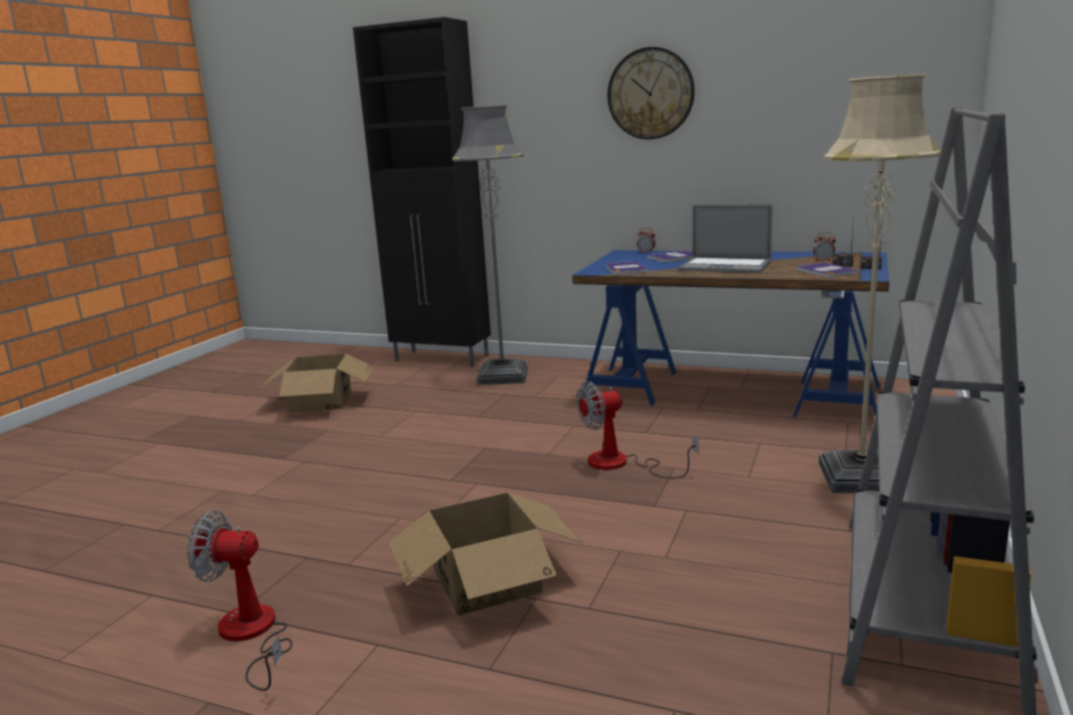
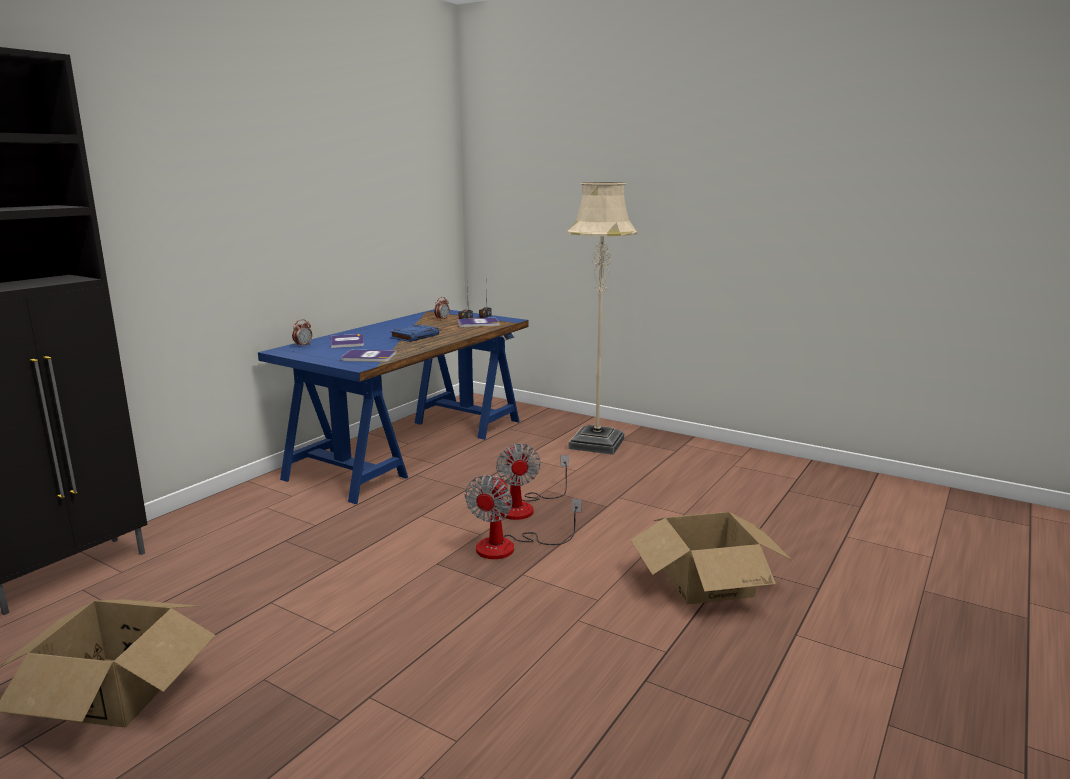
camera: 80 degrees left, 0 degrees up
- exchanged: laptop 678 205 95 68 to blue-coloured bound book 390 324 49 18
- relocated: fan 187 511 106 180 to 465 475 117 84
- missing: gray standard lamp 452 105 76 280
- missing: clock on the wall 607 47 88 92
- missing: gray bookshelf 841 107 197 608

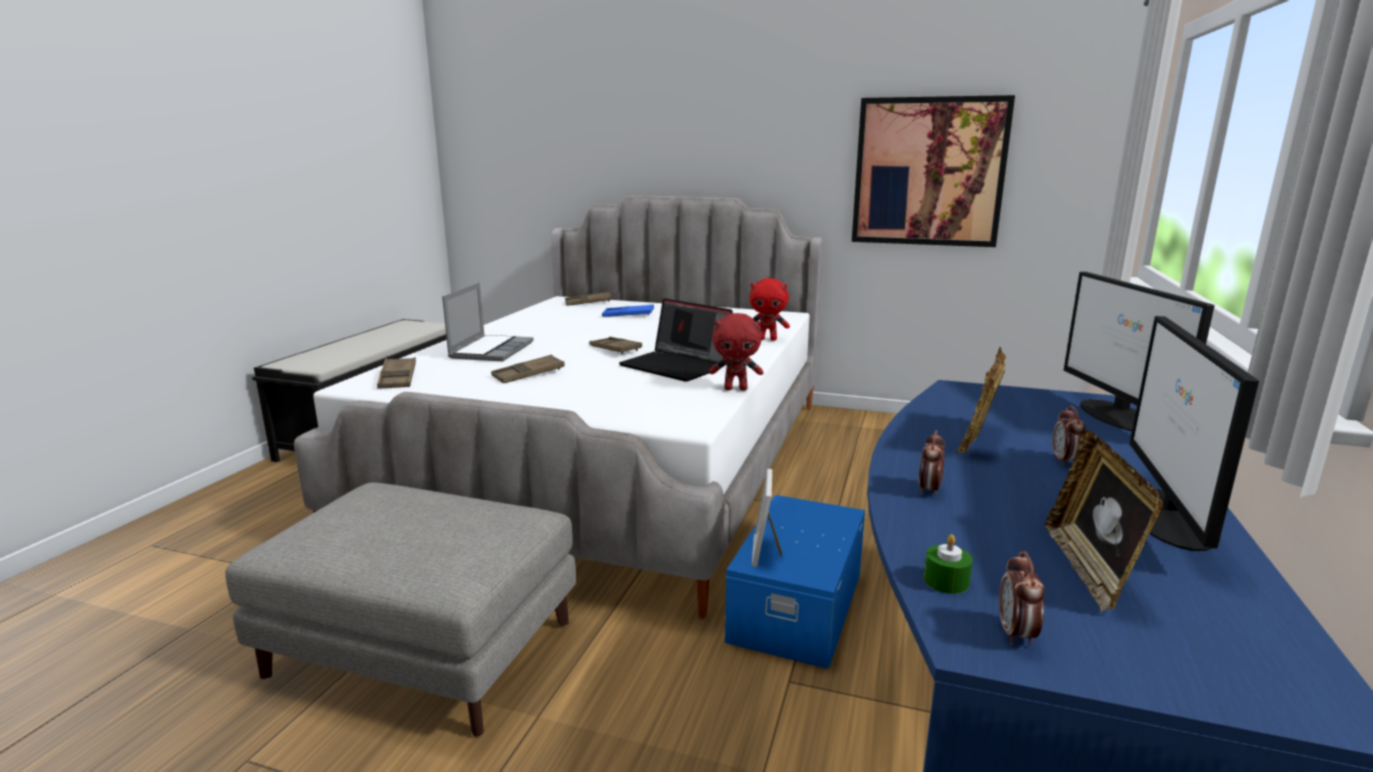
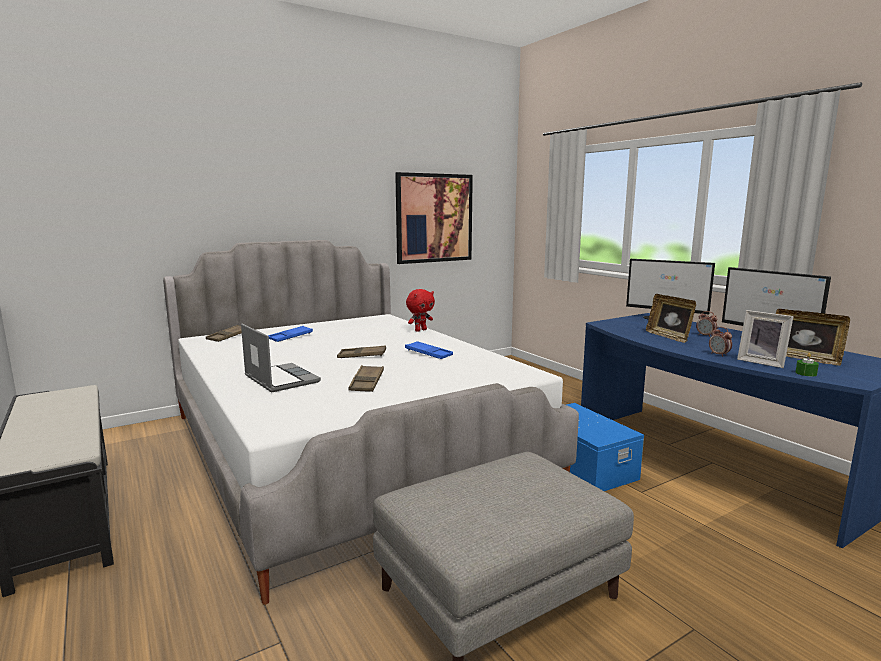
camera: 50 degrees left, 5 degrees down
- exchanged: laptop 619 298 114 84 to blue-coloured serving tray 405 341 48 18
- relocated: standing frame 752 469 30 98 to 737 310 57 58
- missing: brown-coloured serving tray 377 357 39 32
- missing: red soft toy 709 313 54 77
- missing: bedside clock 999 551 46 95

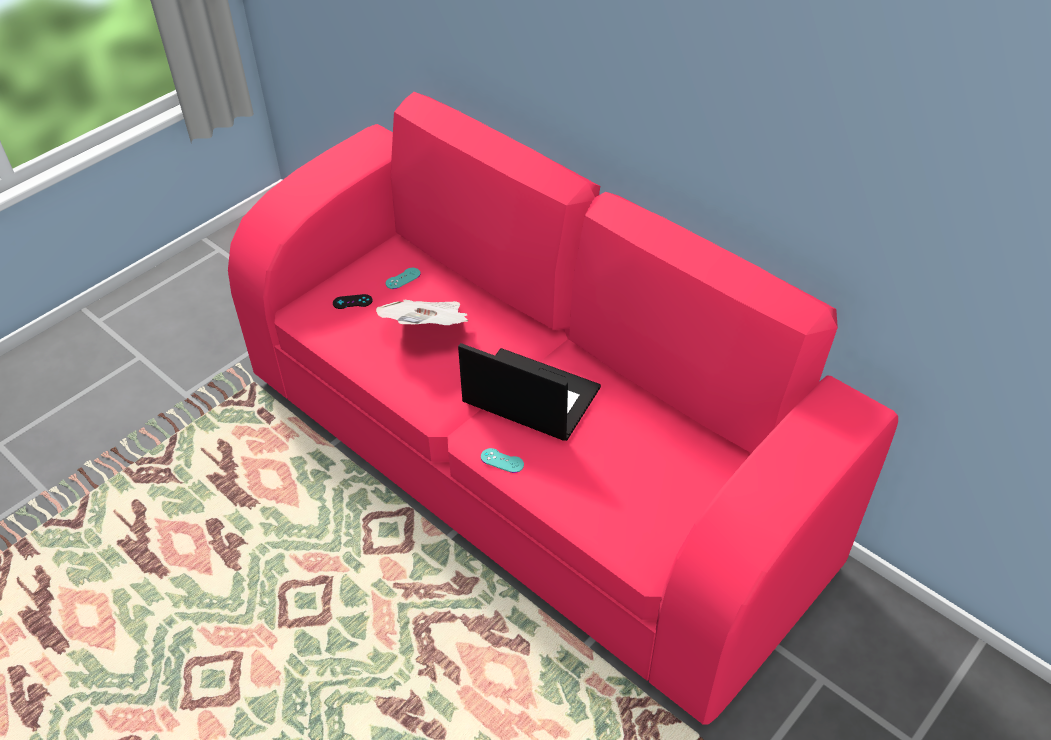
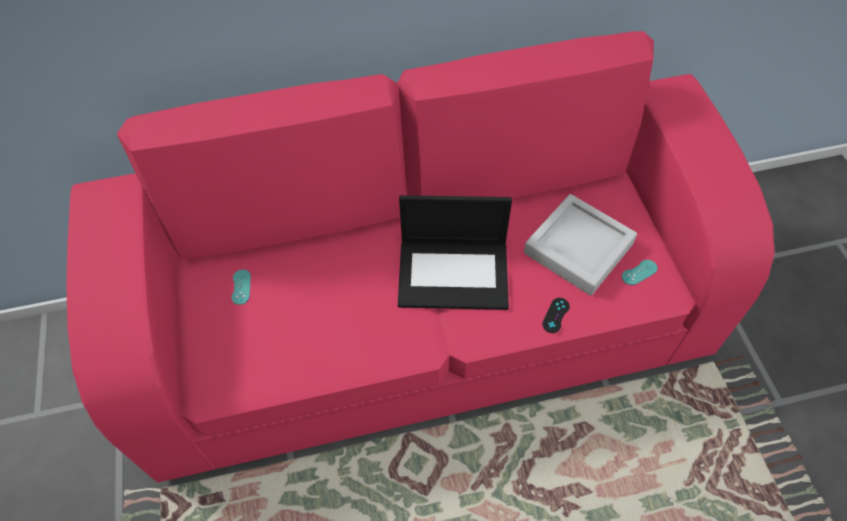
camera: 55 degrees left, 10 degrees up
- spun: laptop 458 343 143 98 = 398 195 114 115 150 degrees counterclockwise
- appeared: gray serving tray 524 194 113 102
- relocated: black game controller 333 294 40 15 to 542 298 28 35
- relocated: turquoise-coloured game controller 481 448 43 25 to 622 260 36 25
- missing: daily paper 376 300 93 25

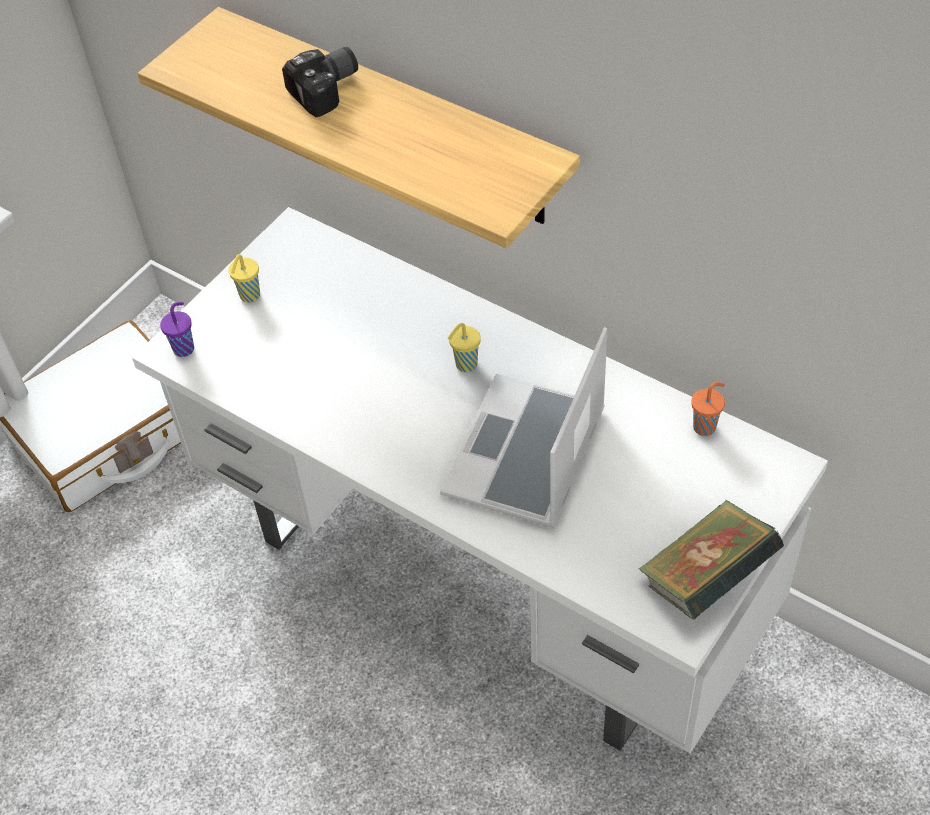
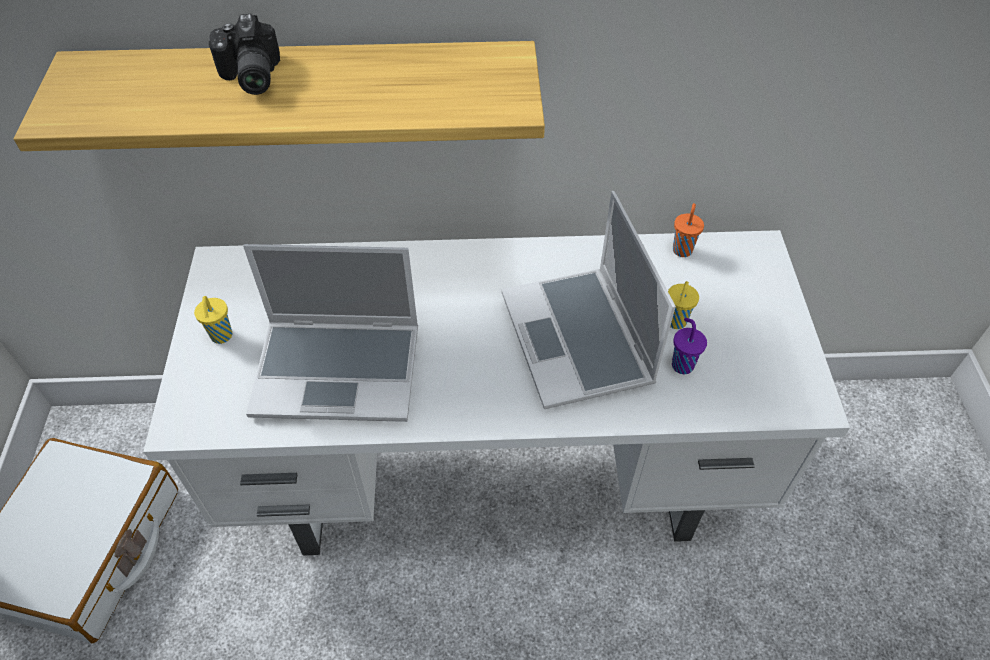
camera: 40 degrees left, 0 degrees up
- spun: photo camera 282 47 76 70 = 209 14 71 81 150 degrees clockwise
- appeared: laptop 243 244 175 178
- relocated: yellowish cup 448 323 33 49 to 668 281 31 48
- relocated: purplish cup 160 302 34 55 to 672 318 35 56
- missing: bound book 639 500 145 120

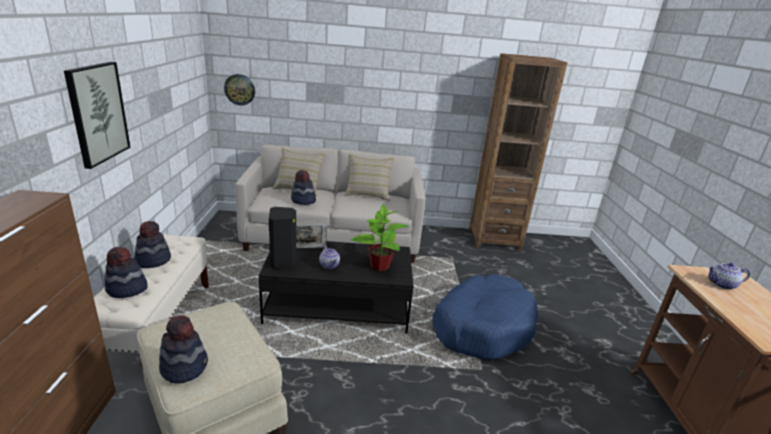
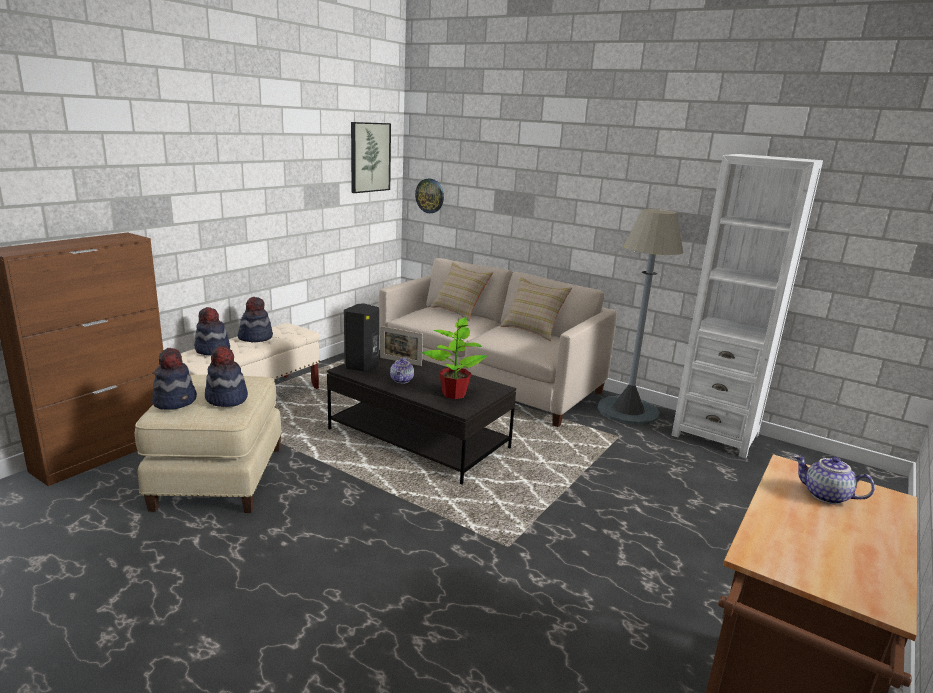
camera: 35 degrees right, 5 degrees down
- relocated: clothing hat 291 170 25 35 to 205 346 43 61
- relocated: wall art 64 62 67 107 to 351 122 40 71
- appeared: gray standard lamp 597 209 87 216
- colour: brown-coloured bookshelf 469 53 98 198 to white-coloured bookshelf 672 154 151 304
- missing: blue-coloured pet bed 432 274 106 85

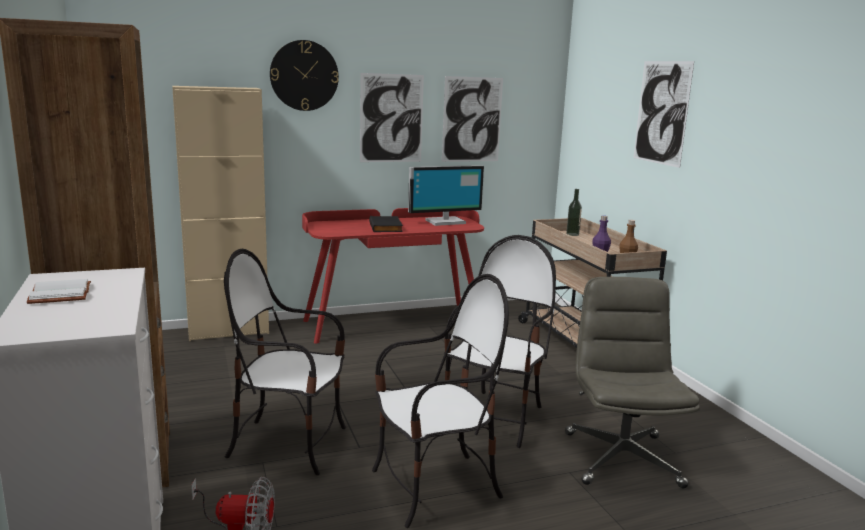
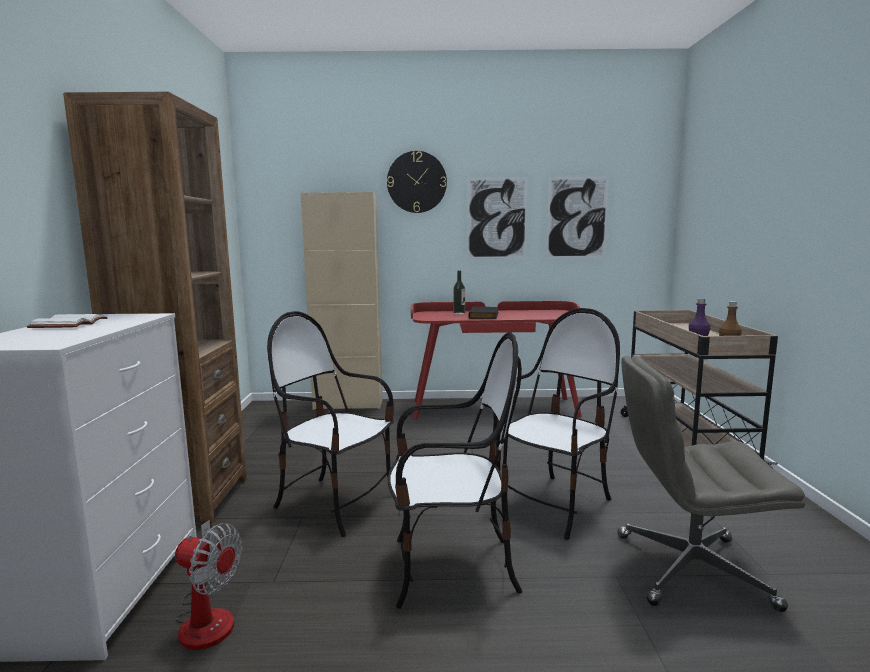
camera: 20 degrees right, 5 degrees down
- relocated: drink bottle 566 189 16 47 to 453 270 12 45
- spun: gray computer chair 565 277 135 211 = 617 356 188 256 105 degrees counterclockwise
- missing: computer screen 408 165 76 61
- missing: wall art 633 61 61 107

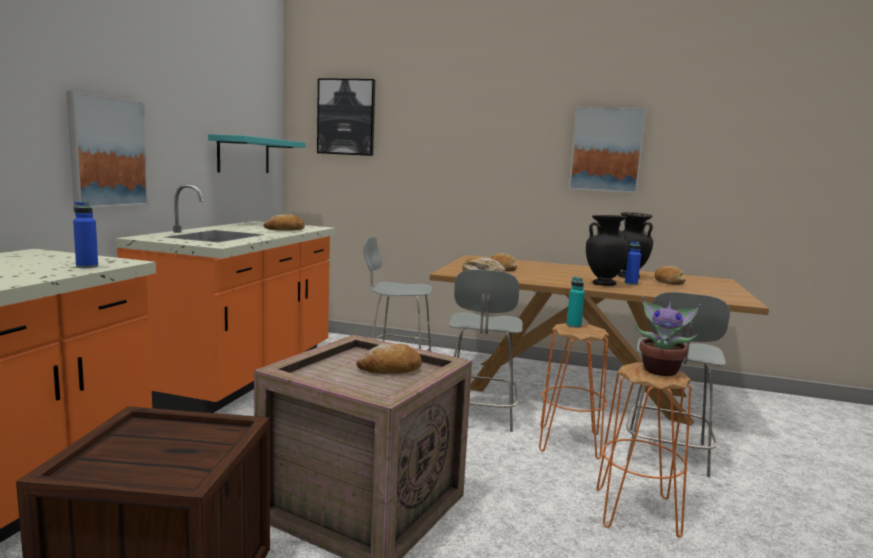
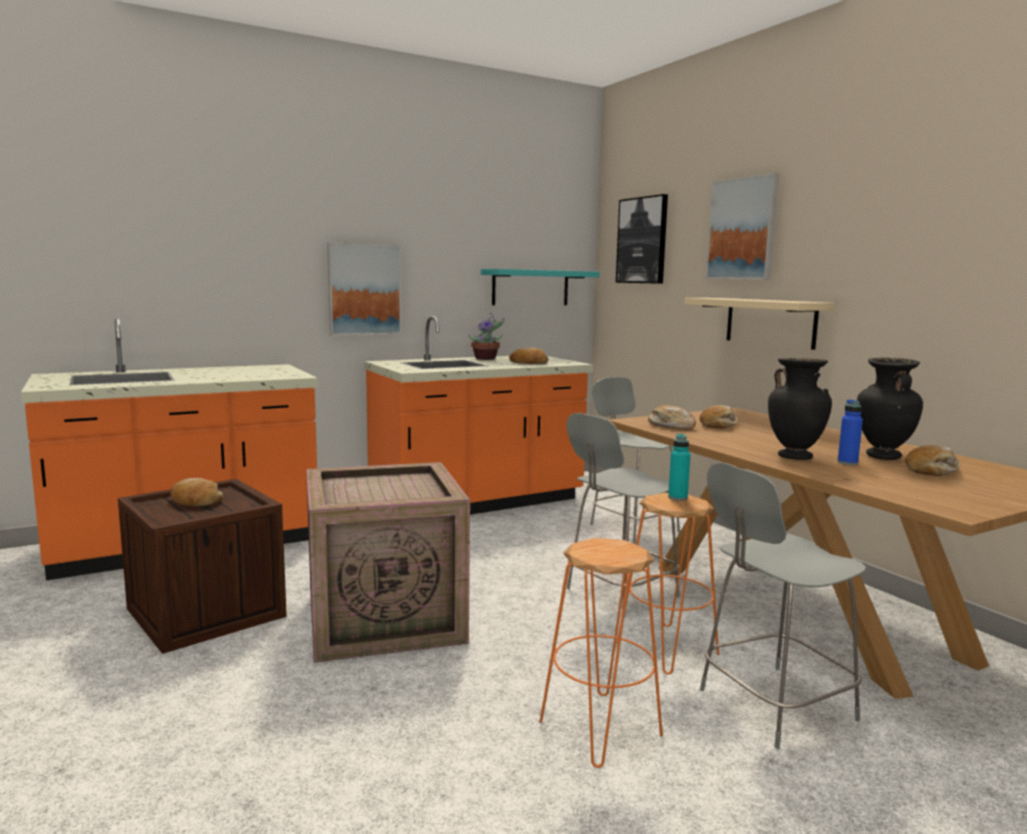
camera: 45 degrees right, 0 degrees up
- relocated: baked bread 356 344 66 30 to 170 478 53 29
- relocated: potted plant 635 296 66 80 to 468 313 36 47
- appeared: beige-coloured shelf 684 298 151 52
- relocated: wall art 569 107 78 86 to 705 173 74 107
- missing: blue-coloured drink bottle 73 202 25 66

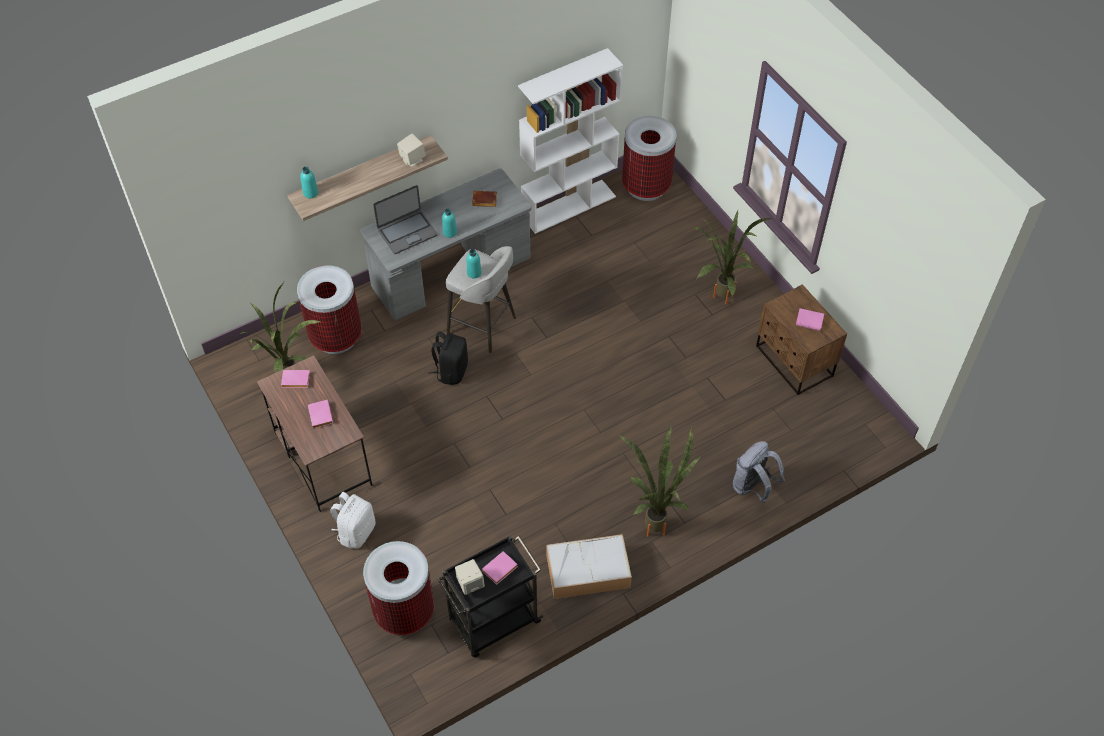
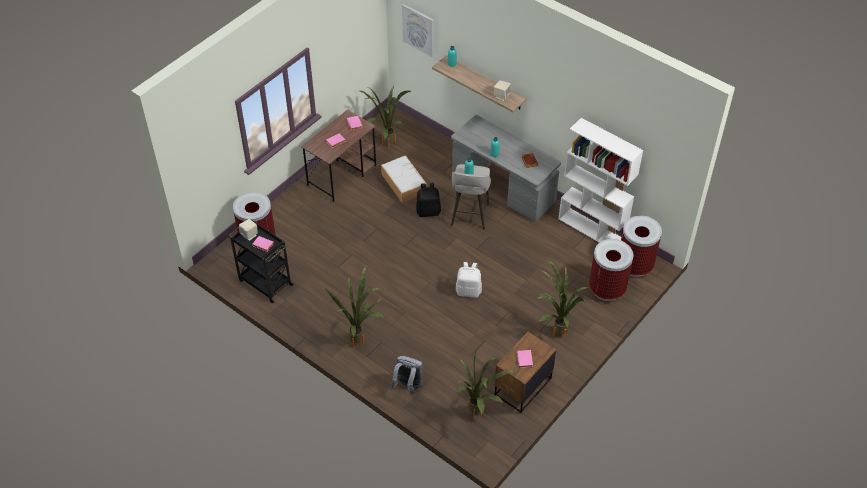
camera: 70 degrees right, 5 degrees down
- relocated: storage bin 547 534 85 65 to 381 155 46 48
- appeared: wall art 402 4 32 53
- appeared: potted plant 455 341 61 78
- relocated: white-coloured backpack 330 492 45 57 to 456 262 26 36
- relocated: waste bin 297 265 65 89 to 589 239 44 62
- missing: laptop 373 185 65 69

